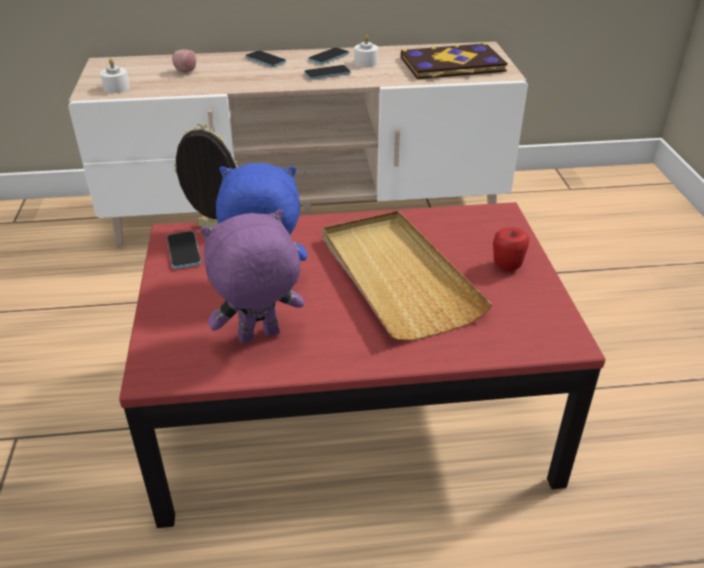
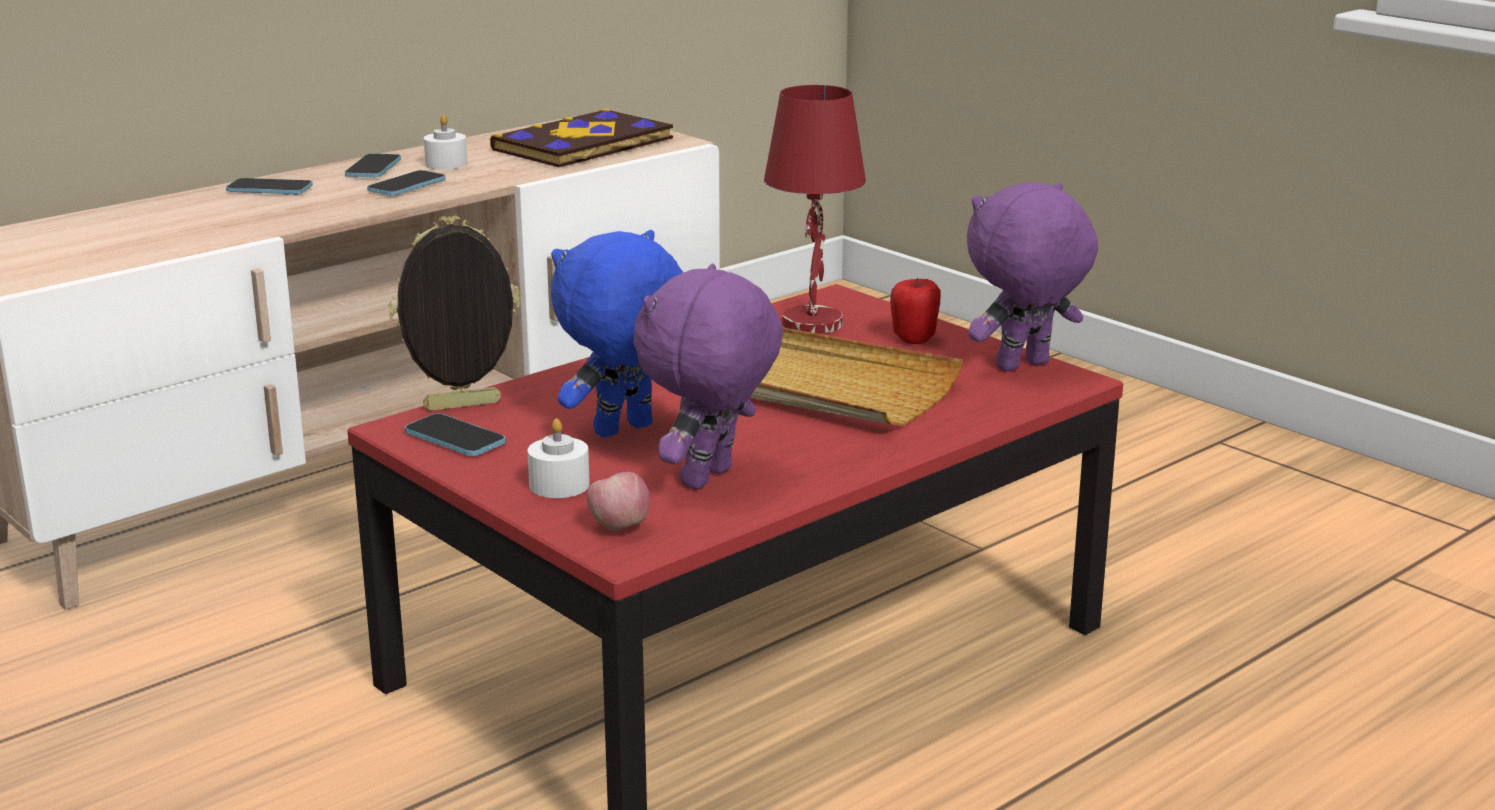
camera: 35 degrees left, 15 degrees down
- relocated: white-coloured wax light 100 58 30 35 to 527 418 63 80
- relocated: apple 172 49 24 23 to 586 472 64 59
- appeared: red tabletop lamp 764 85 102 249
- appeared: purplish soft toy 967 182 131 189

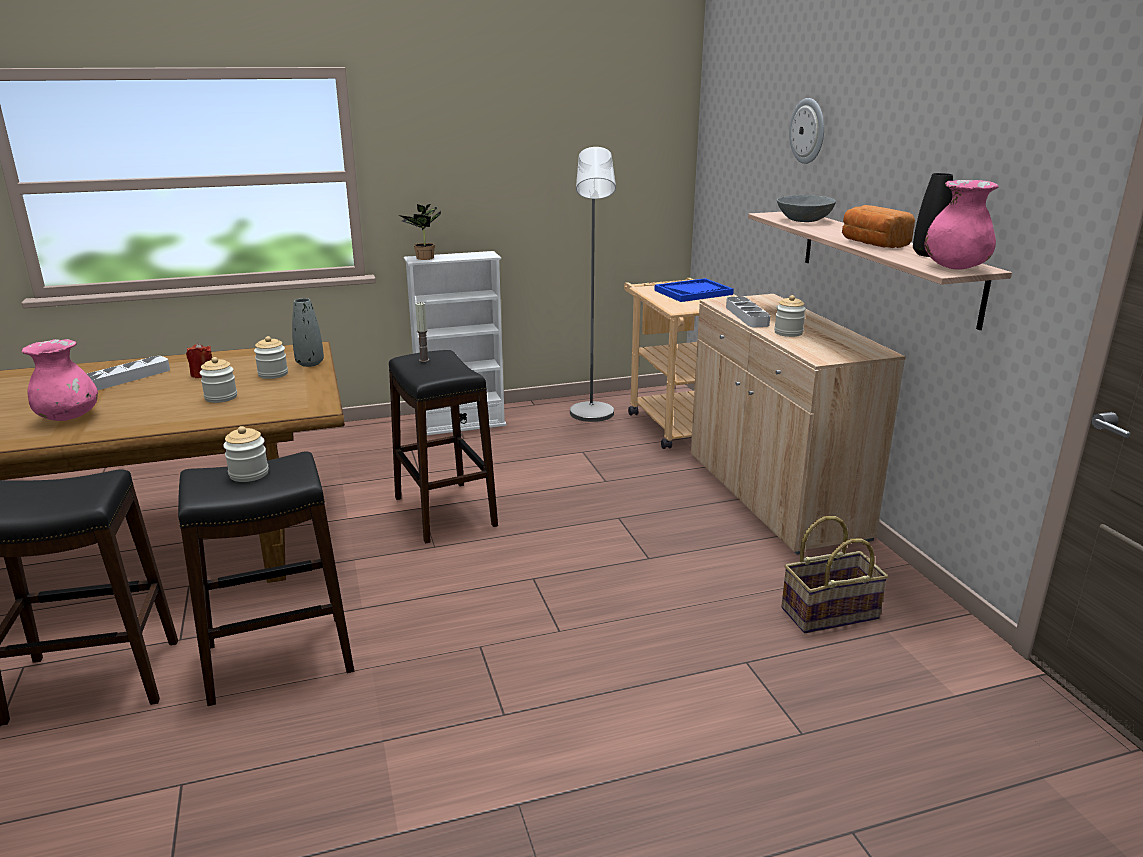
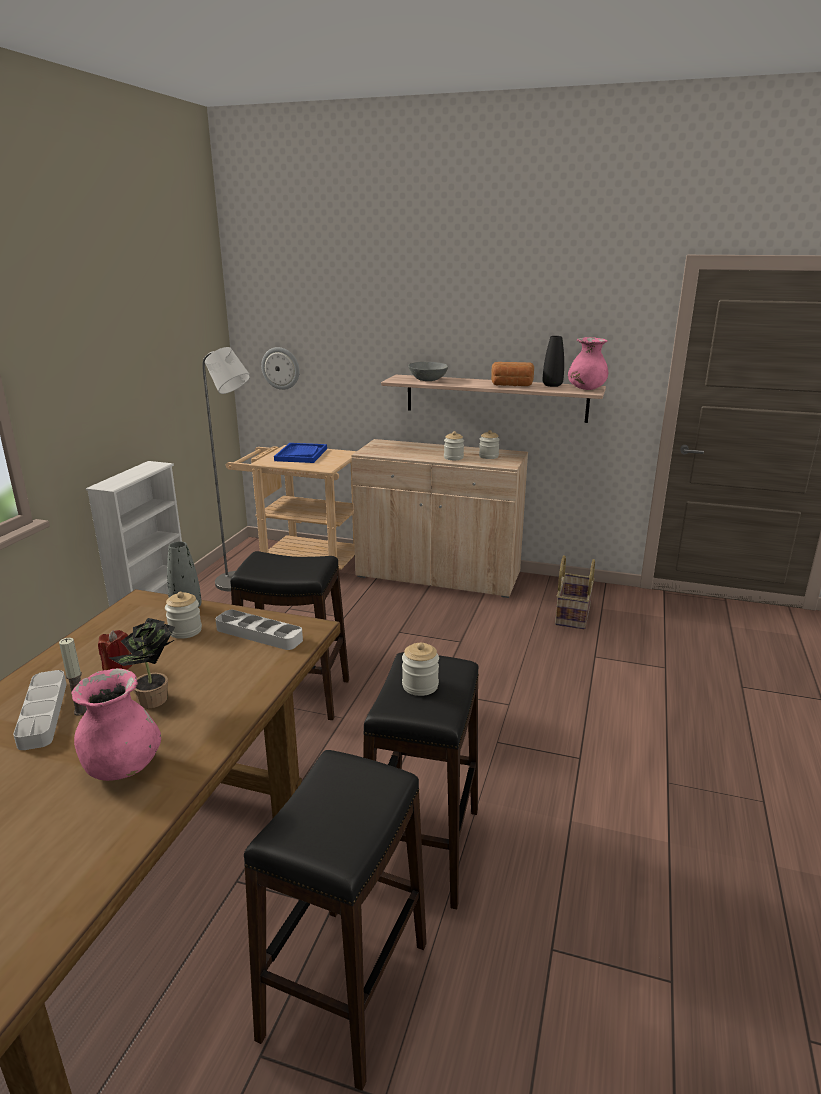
camera: 55 degrees left, 0 degrees up
- relocated: wax light 415 302 14 60 to 59 638 28 78
- relocated: potted plant 399 204 42 56 to 109 618 66 90
- relocated: gray serving tray 726 296 44 31 to 215 610 88 40
- relocated: clock on the wall 789 98 35 66 to 261 347 39 43
- relocated: preserve jar 200 357 37 46 to 479 430 21 29

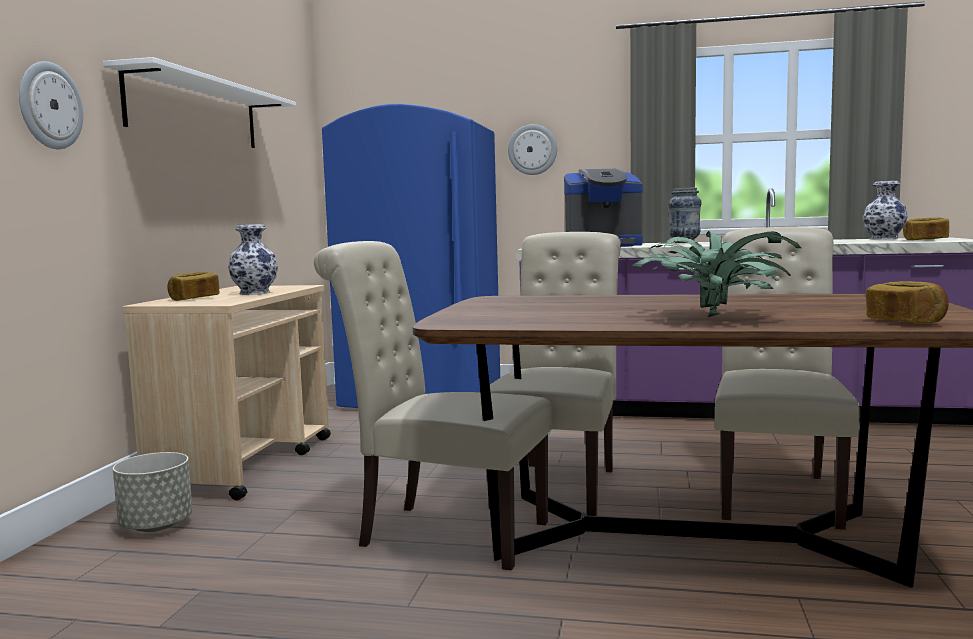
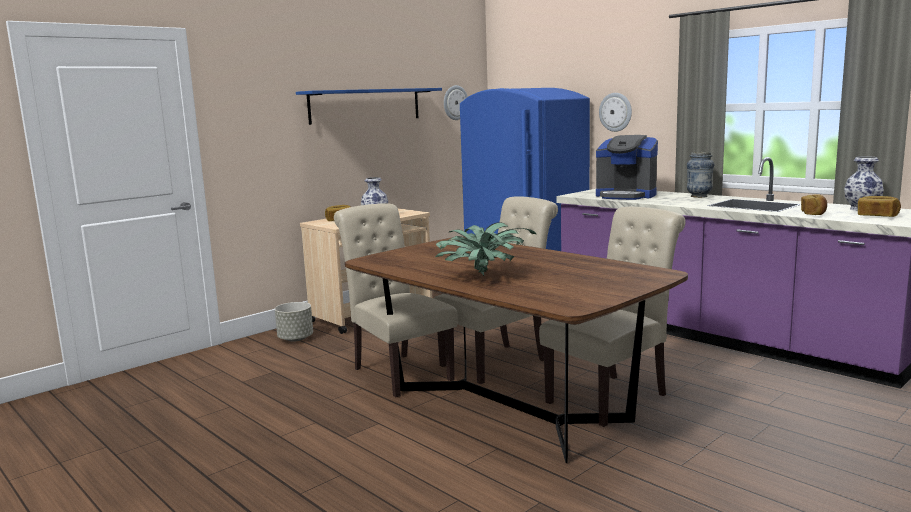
camera: 35 degrees right, 5 degrees up
- colour: white-coloured shelf 103 57 193 91 to blue-coloured shelf 296 88 146 37
- relocated: clock on the wall 19 61 64 88 to 444 85 24 35
- relocated: baked bread 866 281 83 42 to 801 194 26 21

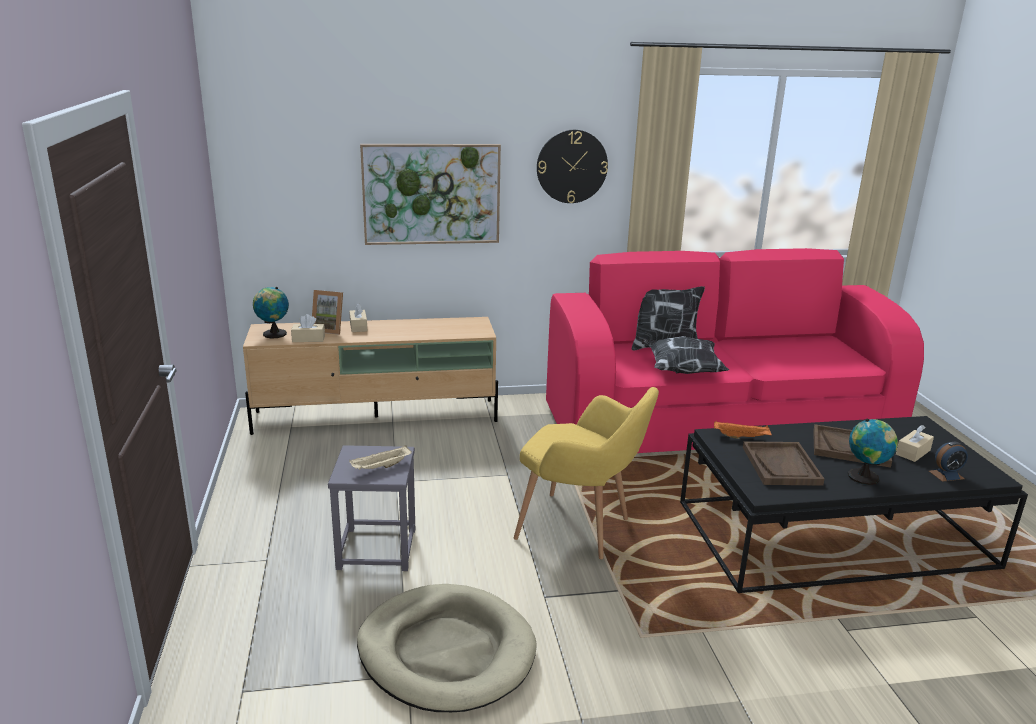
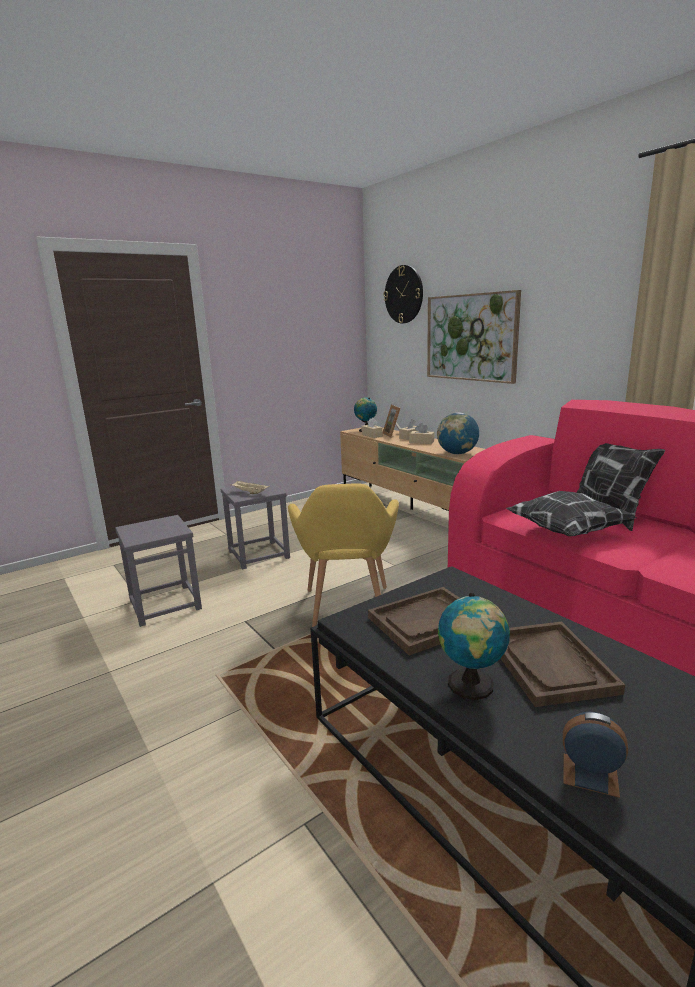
camera: 65 degrees right, 5 degrees down
- exchanged: beige-coloured pet bed 357 584 180 128 to gray sitting stool 115 515 87 112
- relocated: clock on the wall 537 130 71 73 to 384 265 39 58
- relocated: beige-coloured tissue box 896 425 38 37 to 409 423 25 21
- appeared: globe 437 413 42 41
- spun: bedside clock 929 442 39 40 = 563 712 65 86 150 degrees clockwise
- missing: orange serving tray 714 421 58 18

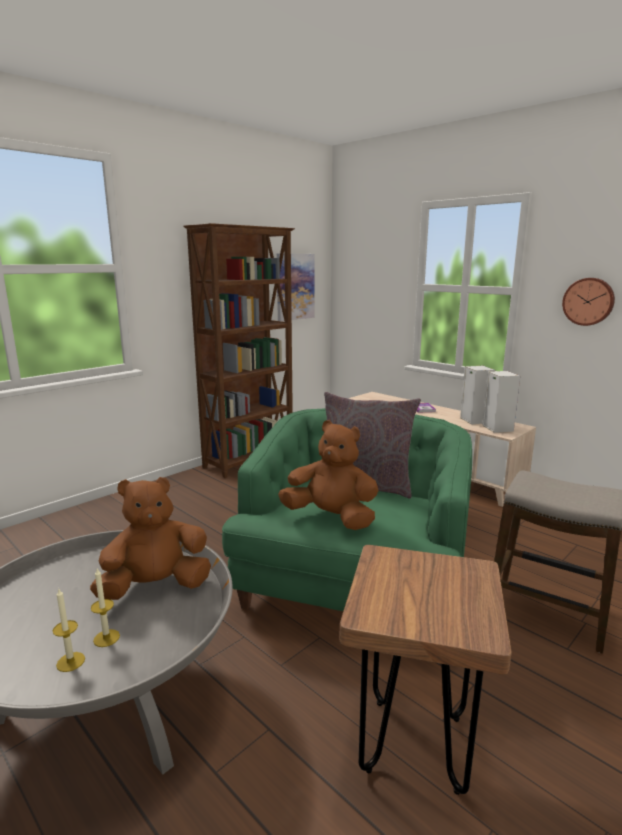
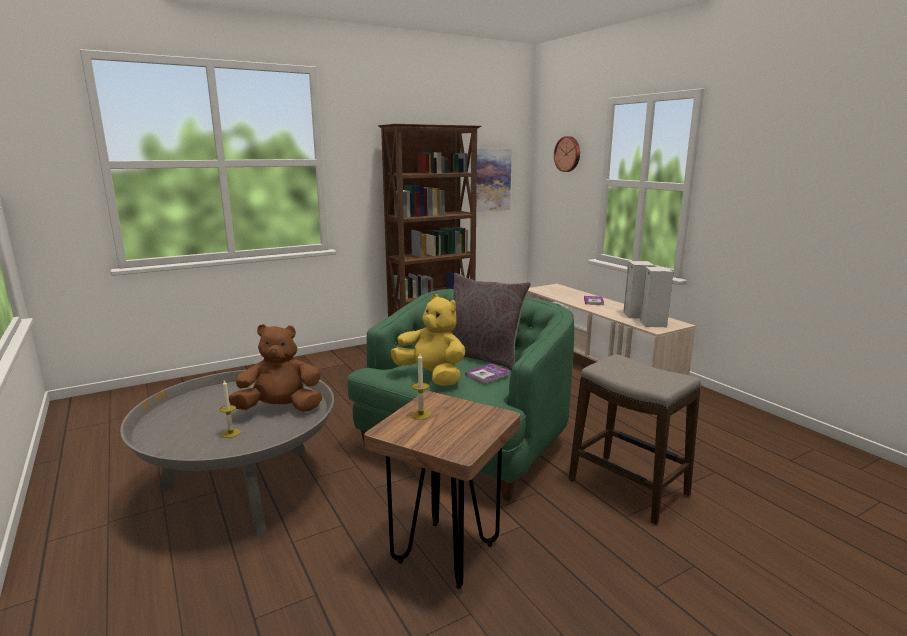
camera: 15 degrees right, 0 degrees up
- colour: brown-coloured soft toy 278 420 101 110 to yellowish soft toy 391 294 74 92
- relocated: wax light 53 589 32 83 to 411 354 20 66
- appeared: bound book 465 363 45 21
- relocated: clock on the wall 562 278 53 48 to 554 136 26 36

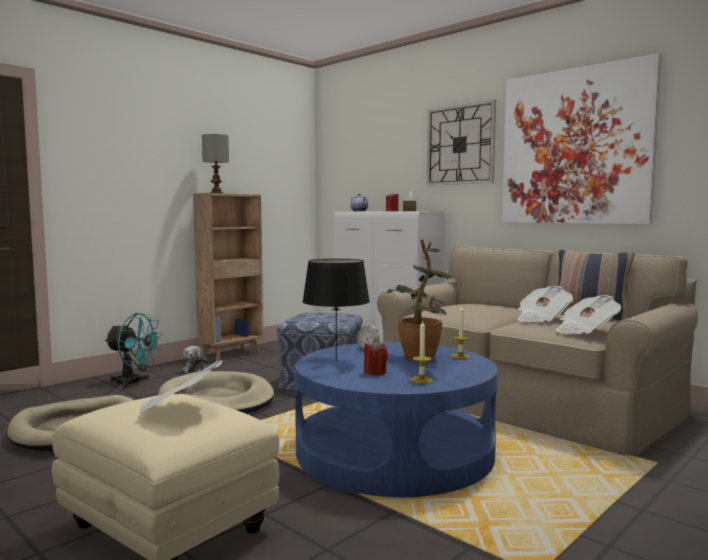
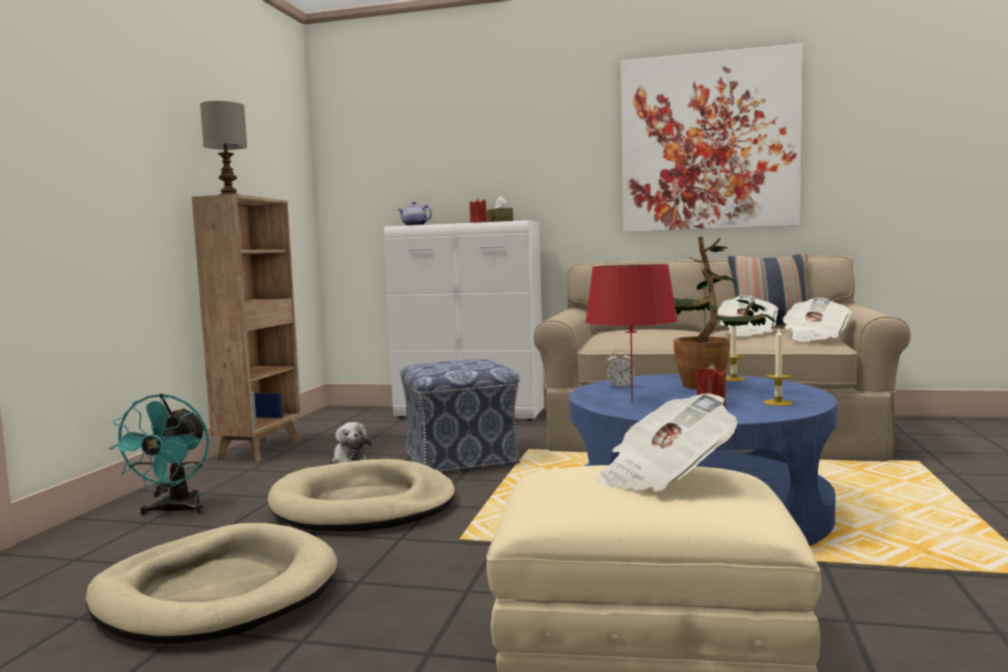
camera: 30 degrees left, 0 degrees up
- spun: turquoise-coloured fan 105 313 57 76 = 108 394 101 122 105 degrees clockwise
- relocated: soft toy 183 346 25 28 to 332 422 39 41
- colour: black tabletop lamp 302 259 68 102 to red tabletop lamp 585 264 93 138
- missing: clock on the wall 427 100 69 86

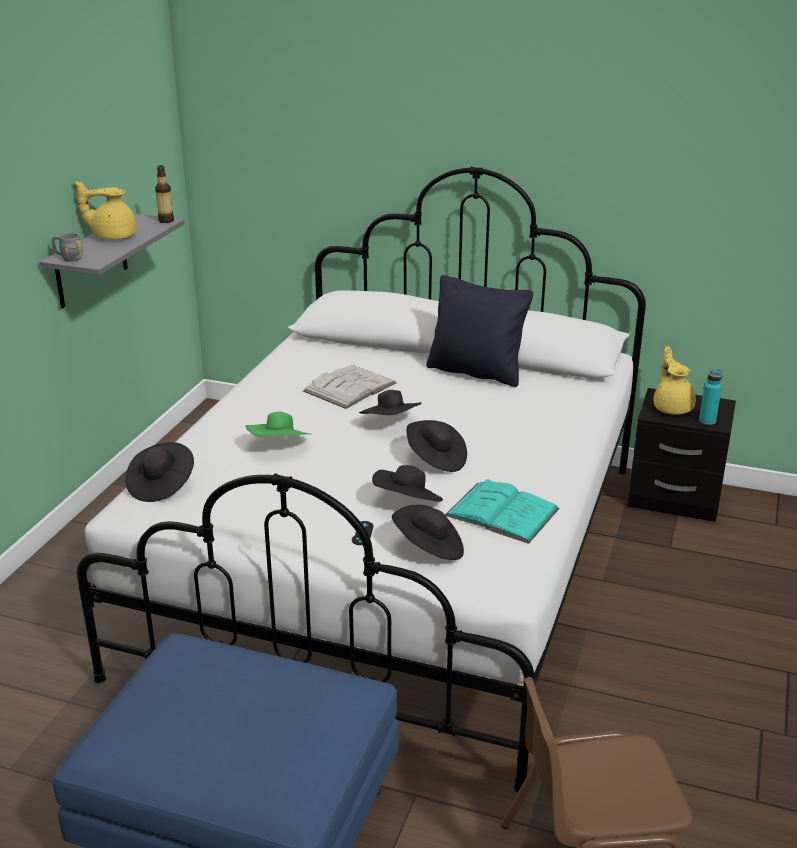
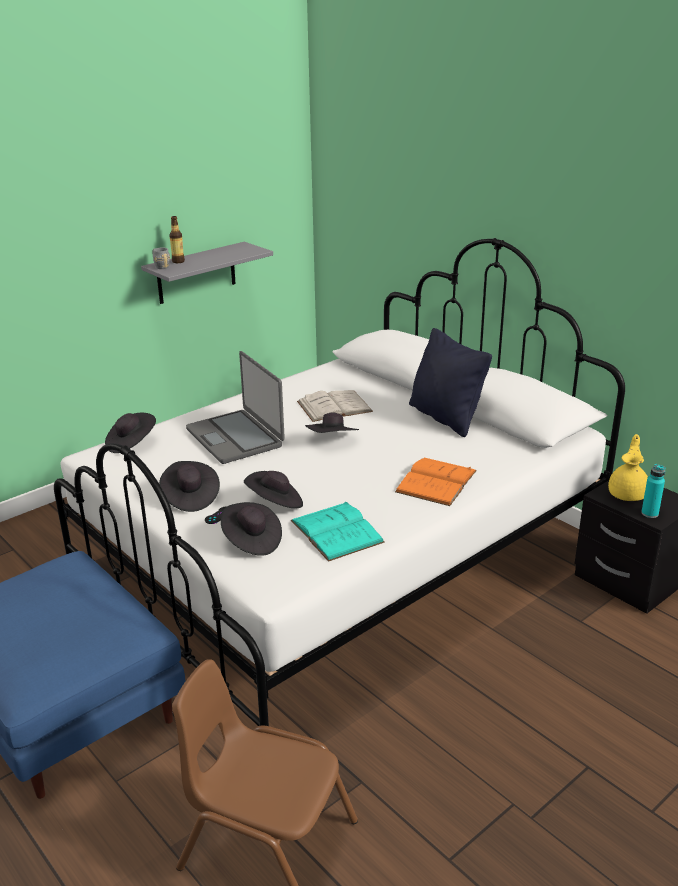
camera: 30 degrees right, 0 degrees up
- relocated: black clothing hat 406 420 61 52 to 159 461 61 51
- relocated: drink bottle 155 165 19 58 to 169 216 16 47
- exchanged: green-coloured clothing hat 246 412 66 24 to laptop 186 351 99 113
- appeared: orange bound book 395 458 82 48
- missing: yellowish tea pot 75 181 62 59

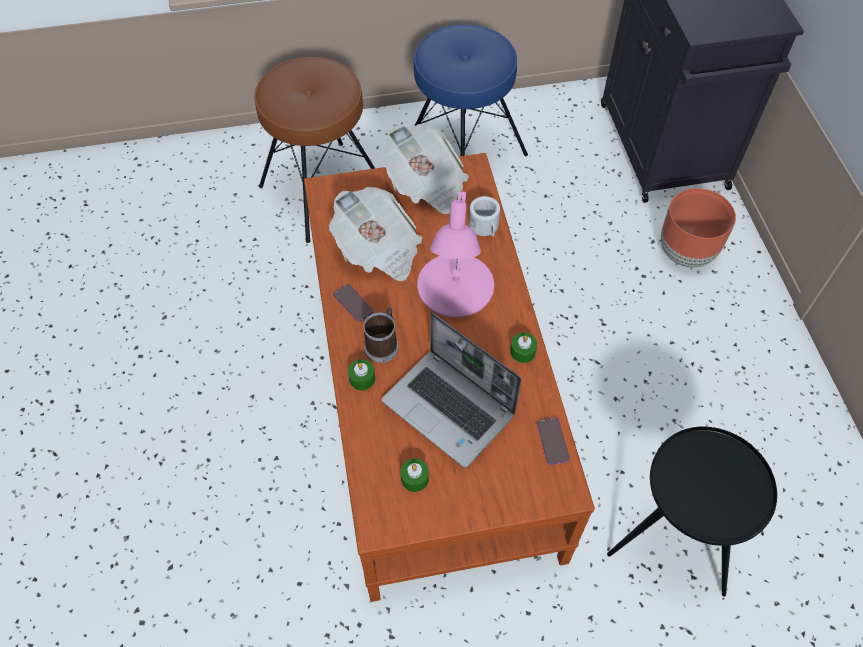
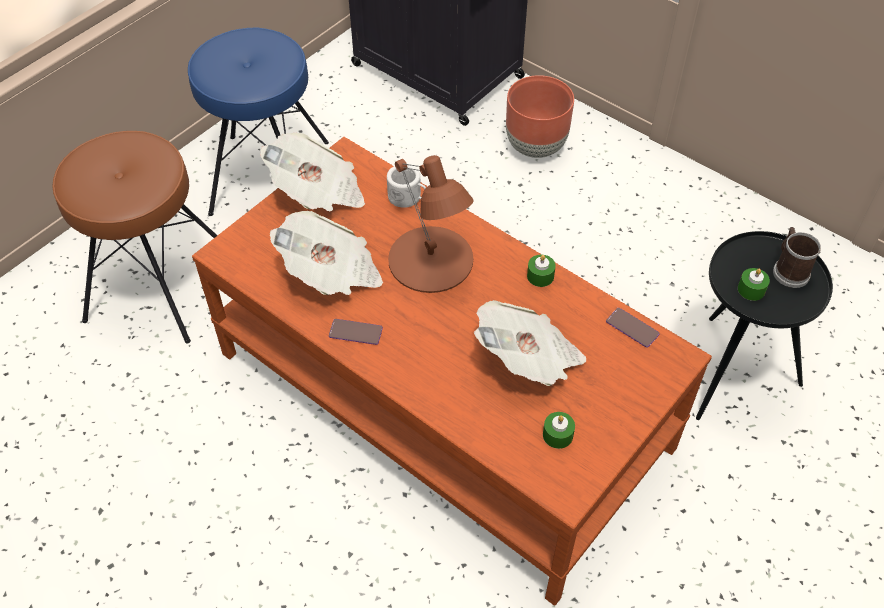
camera: 40 degrees left, 5 degrees down
- colour: pink tabletop lamp 417 191 77 126 to brown-coloured tabletop lamp 388 155 86 138
- exchanged: laptop 382 312 140 156 to daily paper 474 300 112 86
- relocated: green-coloured wax light 348 359 27 32 to 738 268 32 33
- relocated: coffee mug 363 308 36 55 to 773 227 48 61

